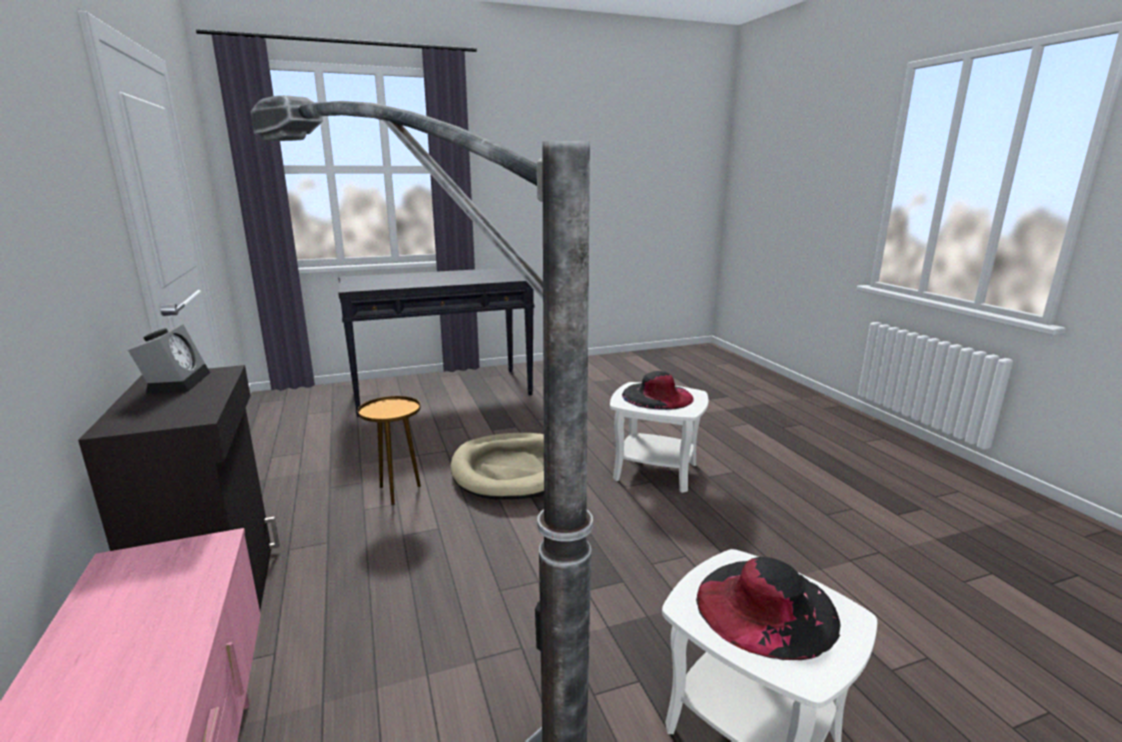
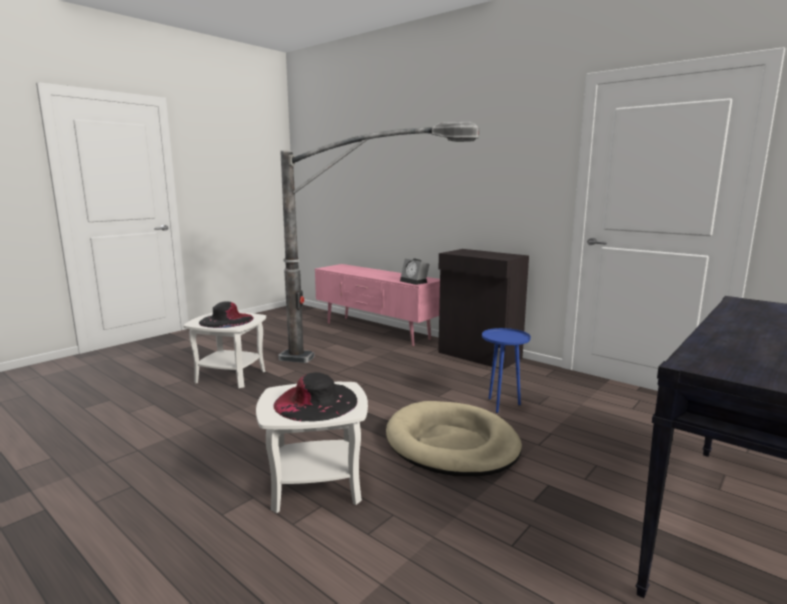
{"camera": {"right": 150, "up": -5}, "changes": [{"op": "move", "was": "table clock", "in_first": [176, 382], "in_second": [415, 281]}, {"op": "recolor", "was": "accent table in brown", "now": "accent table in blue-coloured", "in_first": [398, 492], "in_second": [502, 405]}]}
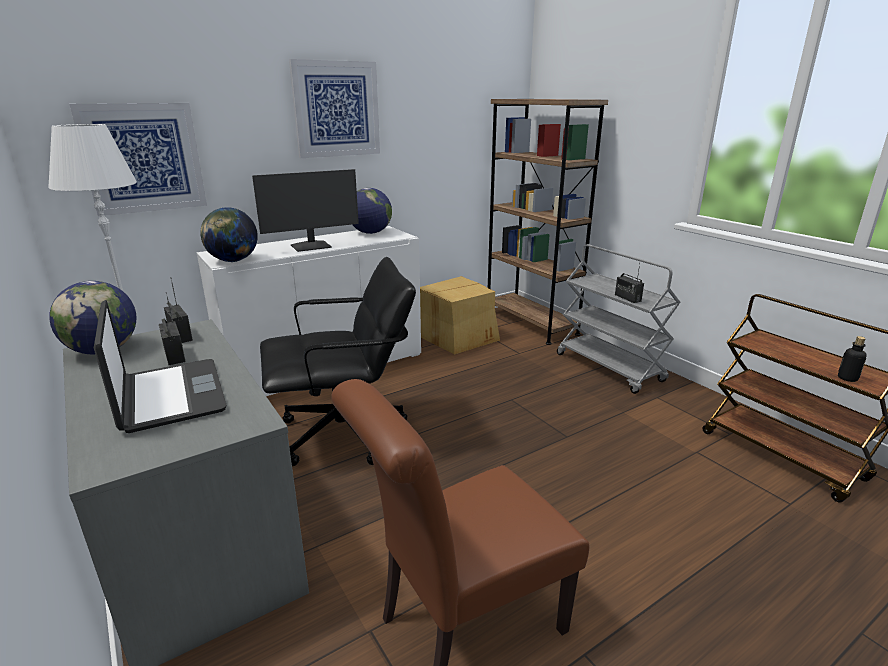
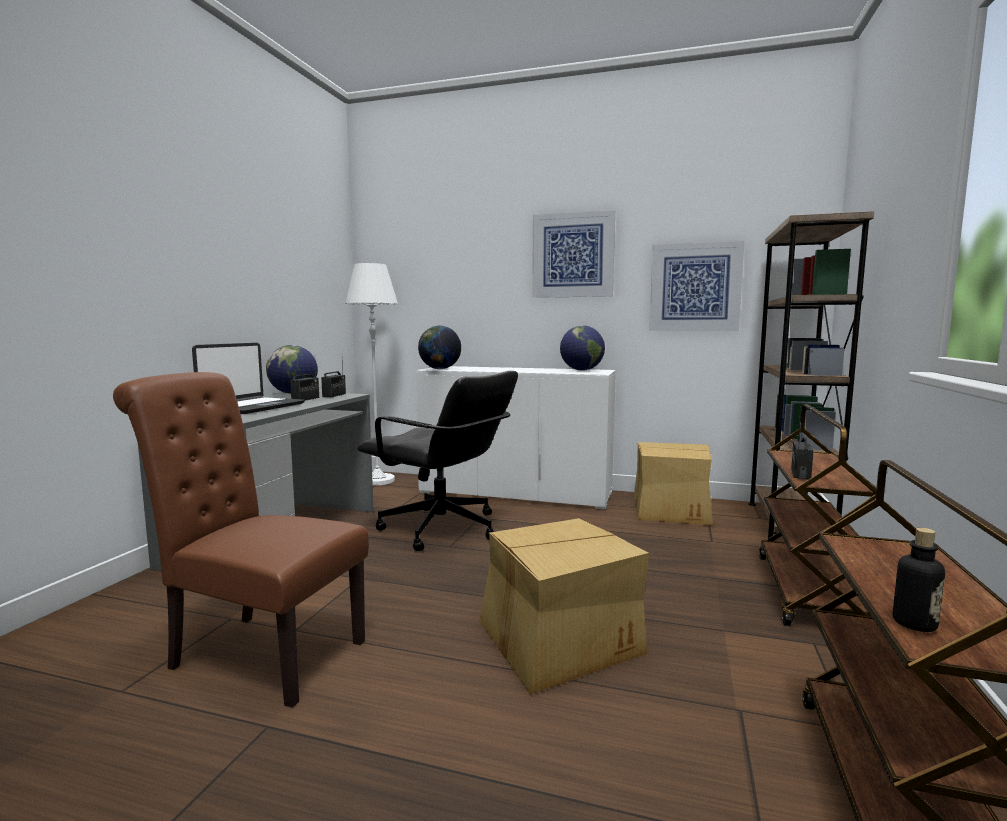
{"camera": {"right": 50, "up": -15}, "changes": [{"op": "move", "was": "wall art", "in_first": [143, 158], "in_second": [695, 287]}, {"op": "delete", "was": "computer display", "in_first": [311, 246]}, {"op": "recolor", "was": "wheeled cart in greyish", "now": "wheeled cart in brown", "in_first": [610, 368], "in_second": [807, 593]}, {"op": "insert", "now": "cardboard box", "in_second": [557, 641]}]}
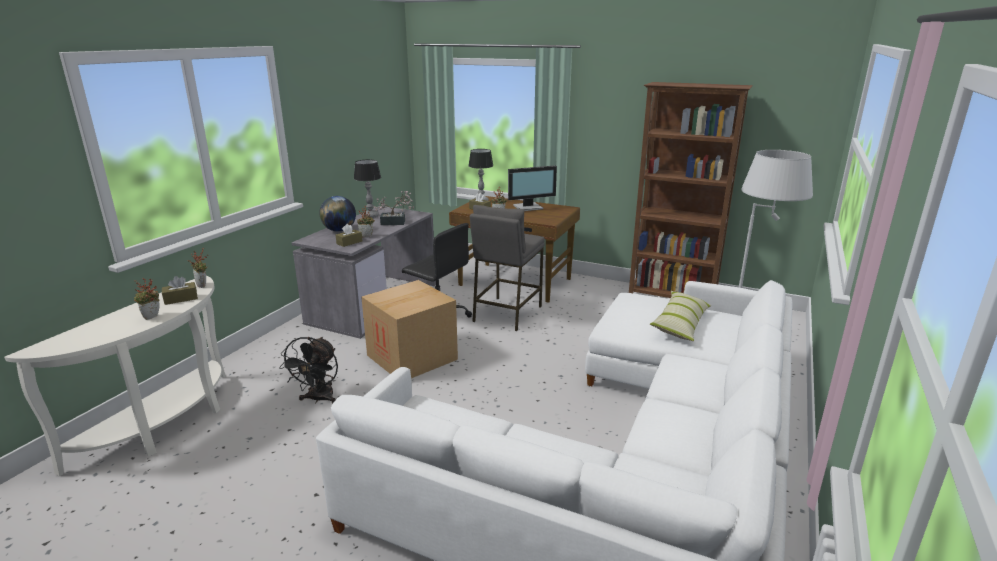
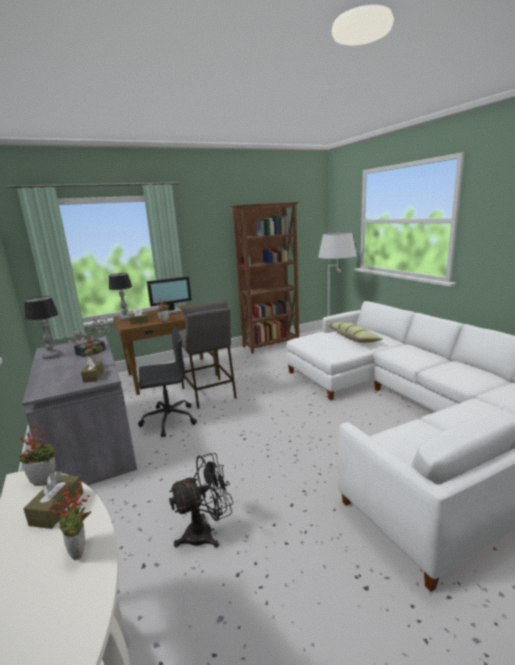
{"camera": {"right": -50, "up": -5}, "changes": [{"op": "rotate", "was": "fan in blackish", "in_first": [318, 399], "in_second": [206, 532], "clockwise": -75}, {"op": "delete", "was": "globe", "in_first": [339, 230]}, {"op": "delete", "was": "cardboard box", "in_first": [412, 357]}, {"op": "rotate", "was": "computer display", "in_first": [529, 207], "in_second": [171, 311], "clockwise": 45}]}
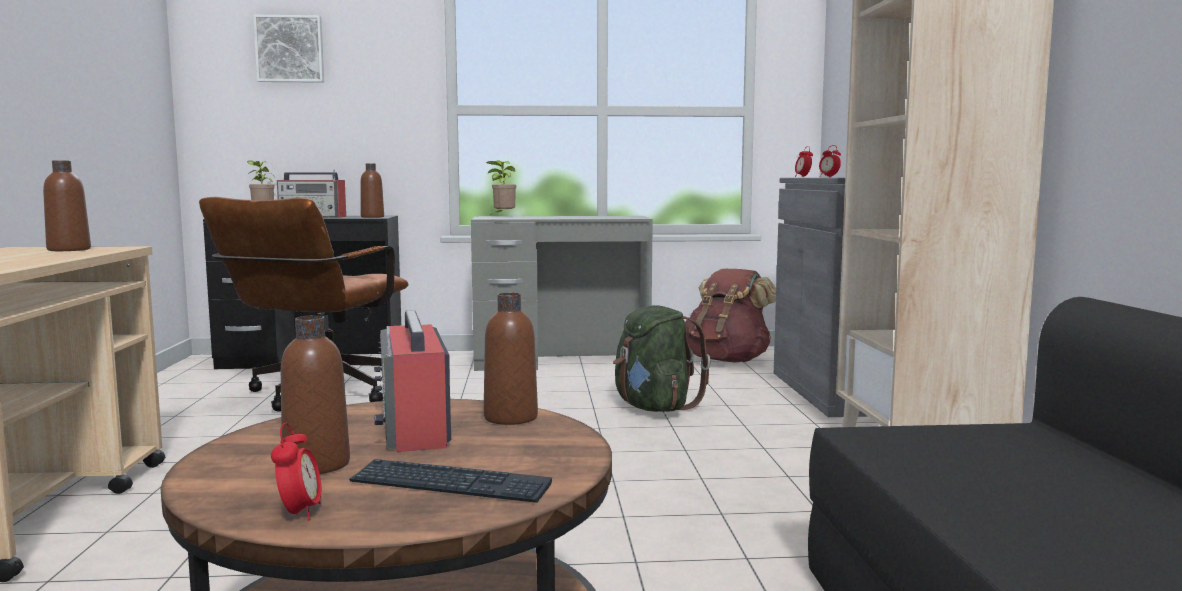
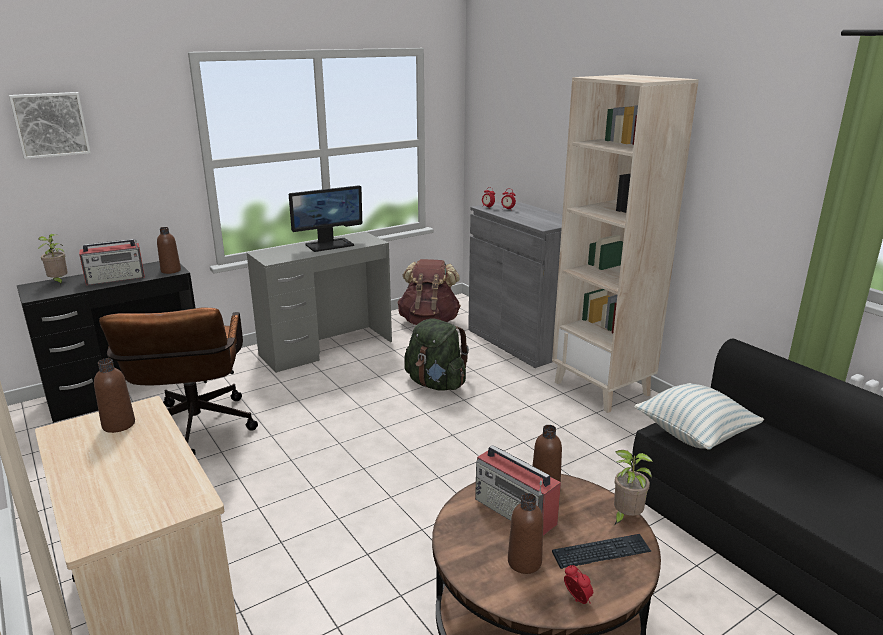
{"camera": {"right": -30, "up": 15}, "changes": [{"op": "move", "was": "houseplant", "in_first": [502, 217], "in_second": [625, 517]}, {"op": "insert", "now": "computer display", "in_second": [329, 245]}, {"op": "insert", "now": "pillow", "in_second": [694, 435]}]}
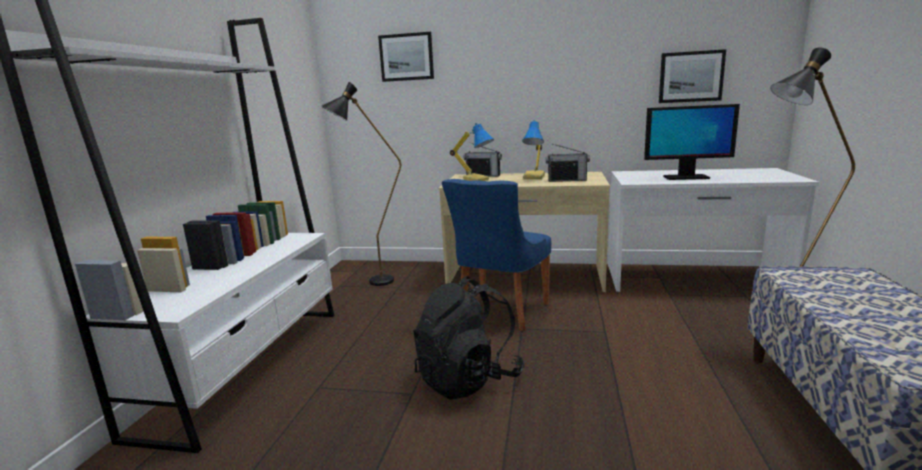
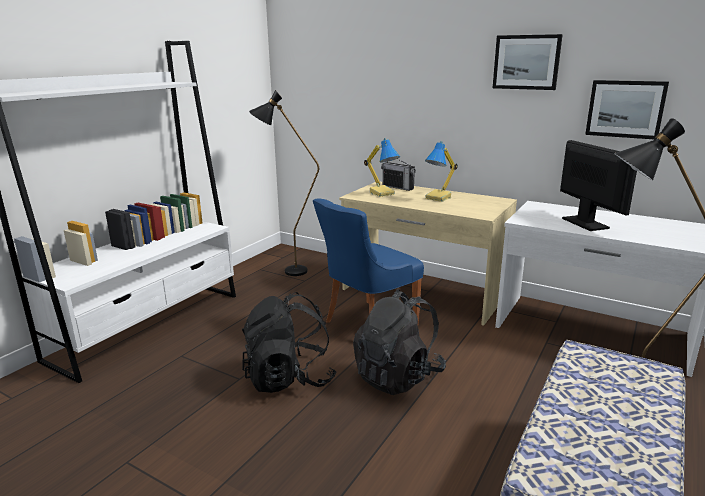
{"camera": {"right": 20, "up": 5}, "changes": [{"op": "move", "was": "wall art", "in_first": [406, 57], "in_second": [526, 62]}, {"op": "delete", "was": "radio set", "in_first": [567, 180]}, {"op": "rotate", "was": "computer display", "in_first": [685, 177], "in_second": [585, 223], "clockwise": -135}, {"op": "insert", "now": "knapsack in blackish", "in_second": [398, 376]}]}
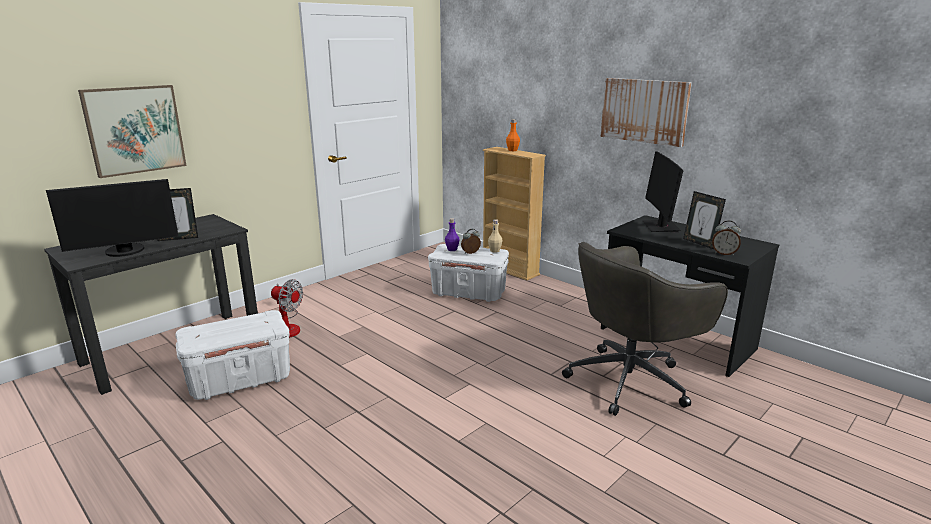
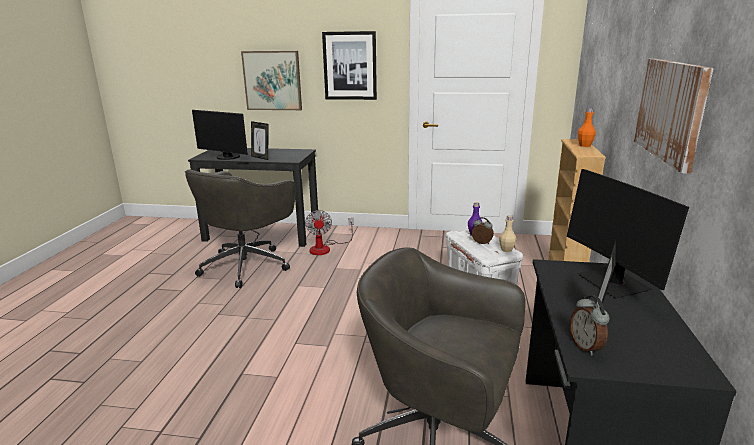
{"camera": {"right": 55, "up": 0}, "changes": [{"op": "replace", "was": "storage box in whitish", "now": "office chair in greyish", "in_first": [239, 381], "in_second": [247, 265]}, {"op": "rotate", "was": "computer display", "in_first": [660, 227], "in_second": [613, 283], "clockwise": -75}, {"op": "insert", "now": "wall art", "in_second": [350, 66]}]}
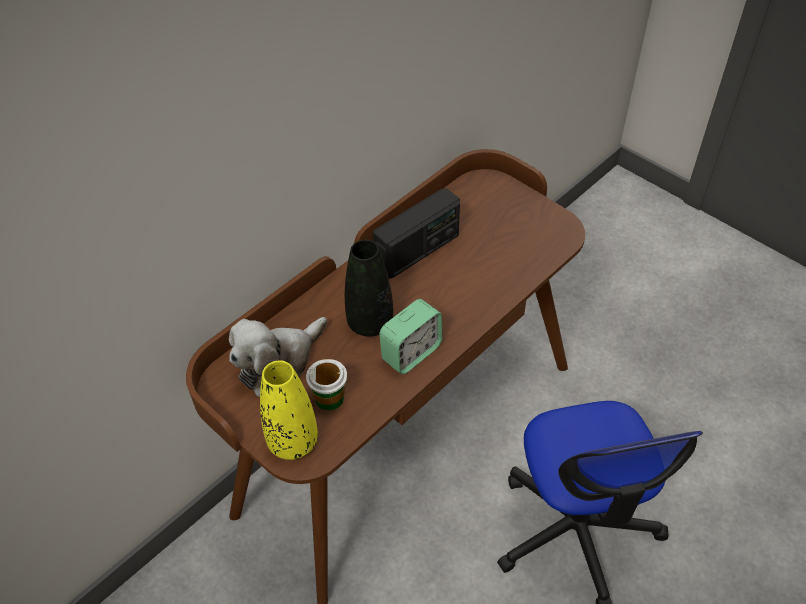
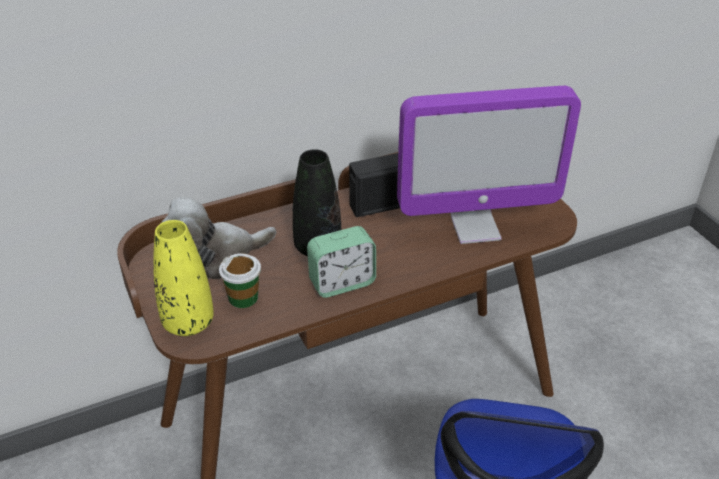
{"camera": {"right": 20, "up": -10}, "changes": [{"op": "insert", "now": "computer display", "in_second": [475, 227]}]}
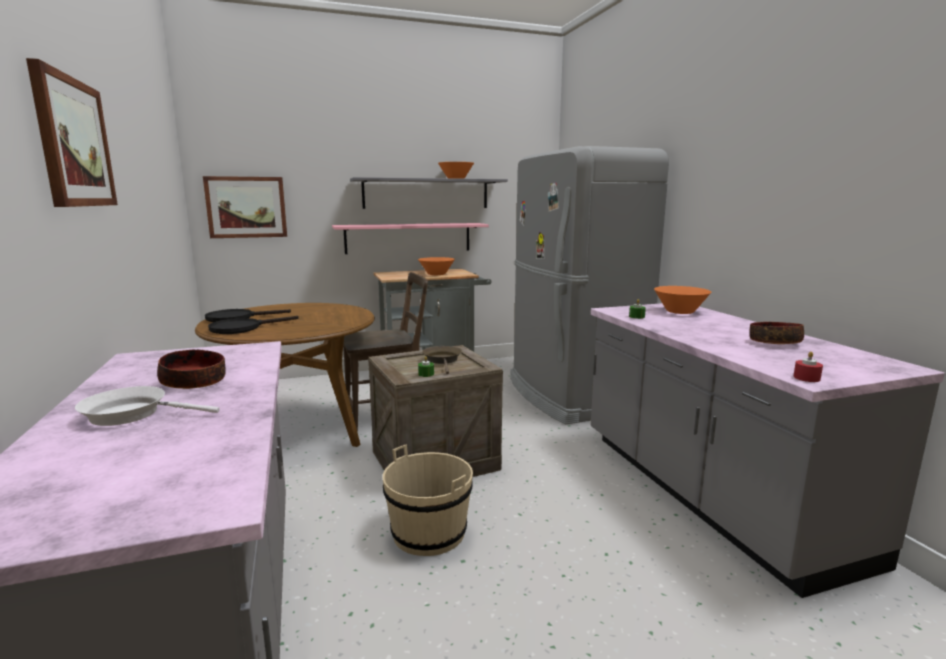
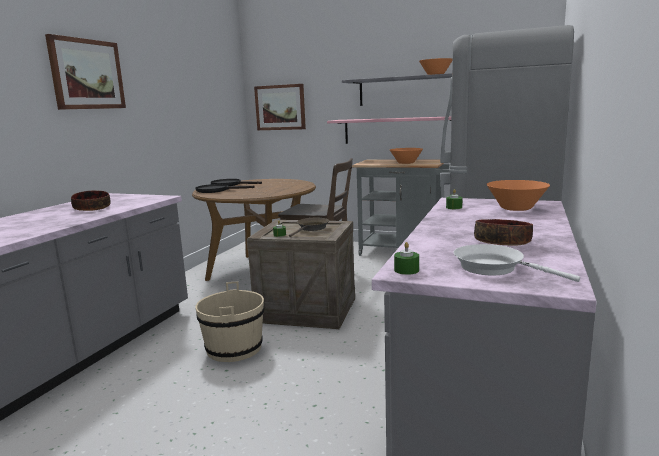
{"camera": {"right": 40, "up": 0}, "changes": [{"op": "move", "was": "skillet in whitish", "in_first": [132, 414], "in_second": [494, 268]}, {"op": "recolor", "was": "wax light in red", "now": "wax light in greenish", "in_first": [806, 378], "in_second": [406, 270]}]}
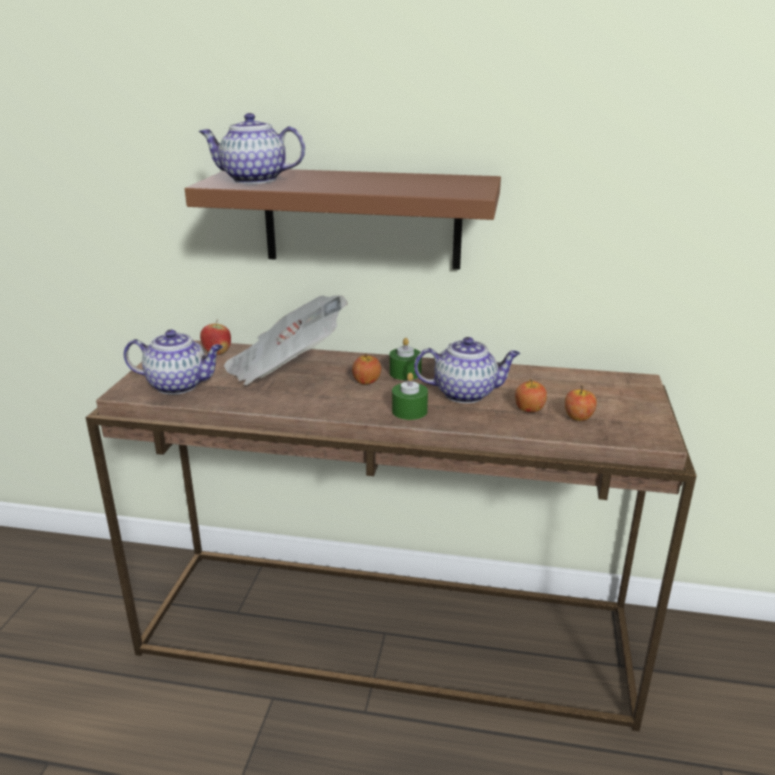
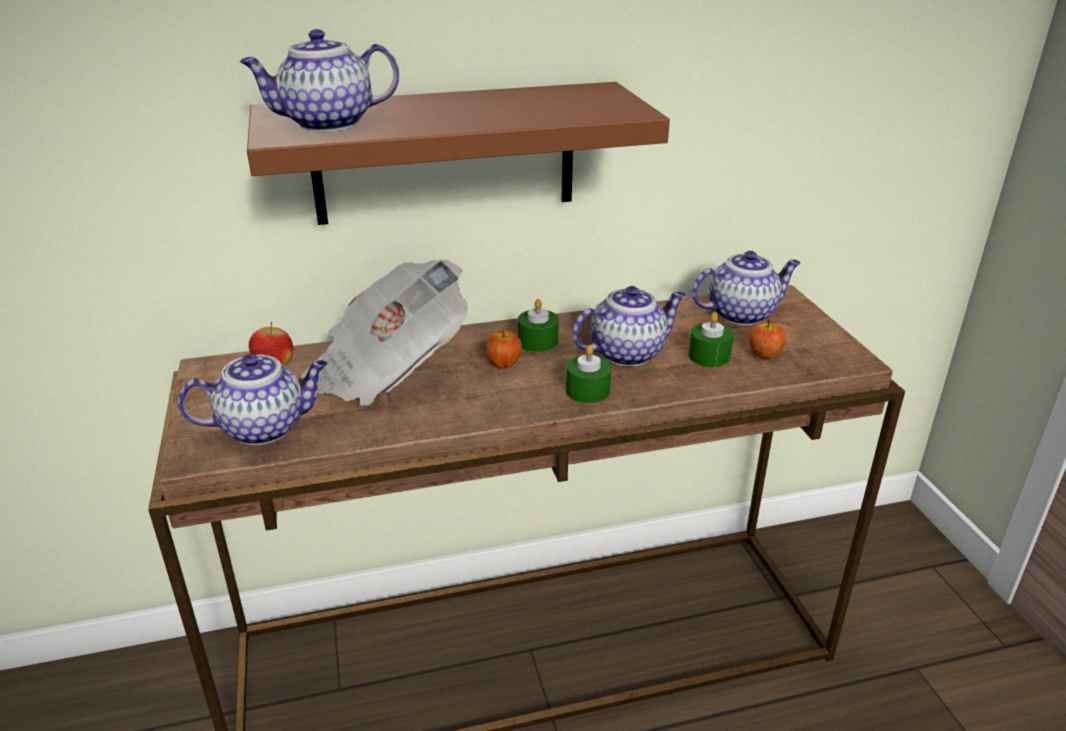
{"camera": {"right": -25, "up": 5}, "changes": [{"op": "replace", "was": "apple fruit", "now": "wax light in greenish", "in_first": [529, 409], "in_second": [709, 356]}, {"op": "insert", "now": "teapot", "in_second": [742, 314]}]}
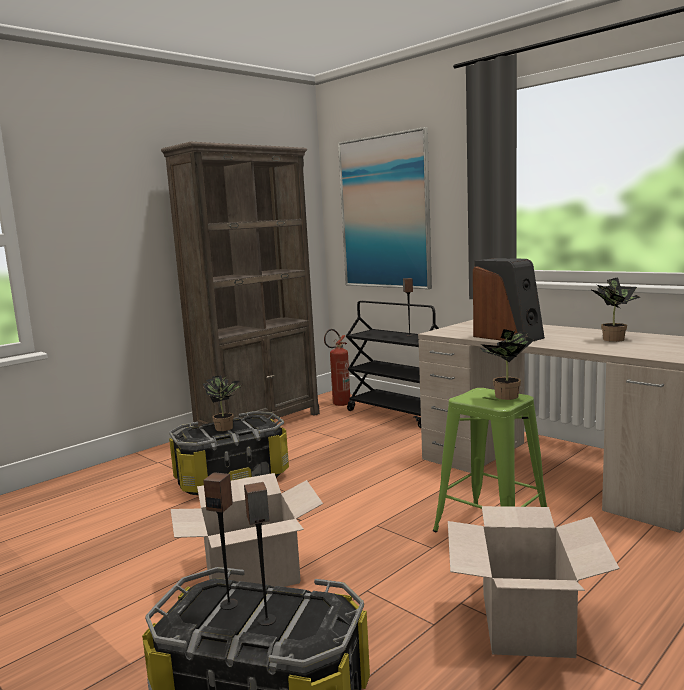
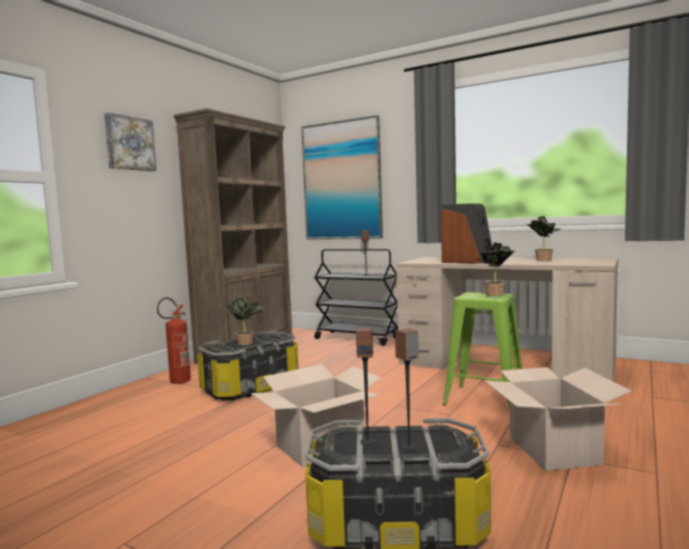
{"camera": {"right": -15, "up": -5}, "changes": [{"op": "move", "was": "fire-fighting cylinder", "in_first": [339, 404], "in_second": [176, 382]}, {"op": "insert", "now": "wall art", "in_second": [129, 143]}]}
